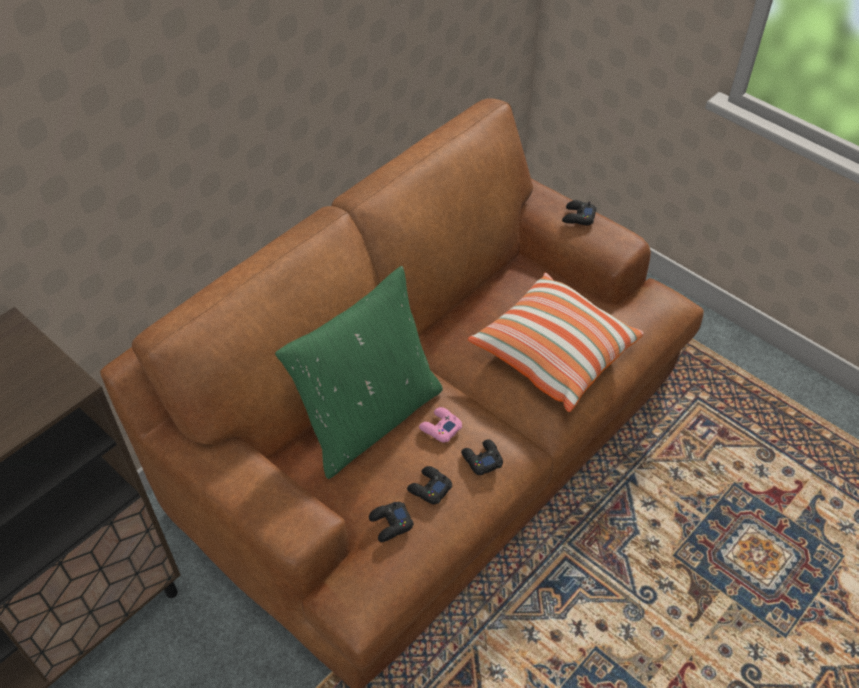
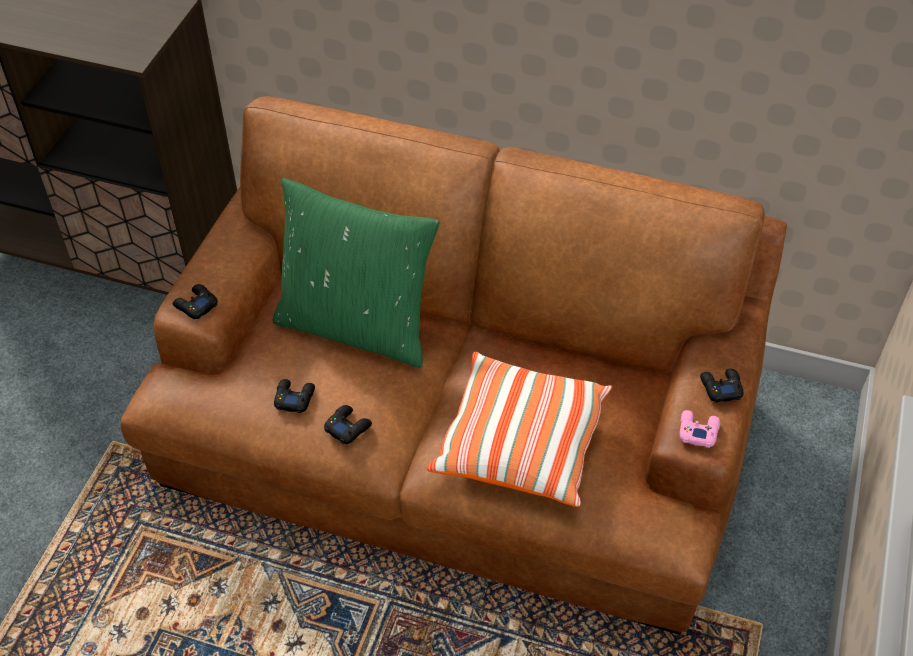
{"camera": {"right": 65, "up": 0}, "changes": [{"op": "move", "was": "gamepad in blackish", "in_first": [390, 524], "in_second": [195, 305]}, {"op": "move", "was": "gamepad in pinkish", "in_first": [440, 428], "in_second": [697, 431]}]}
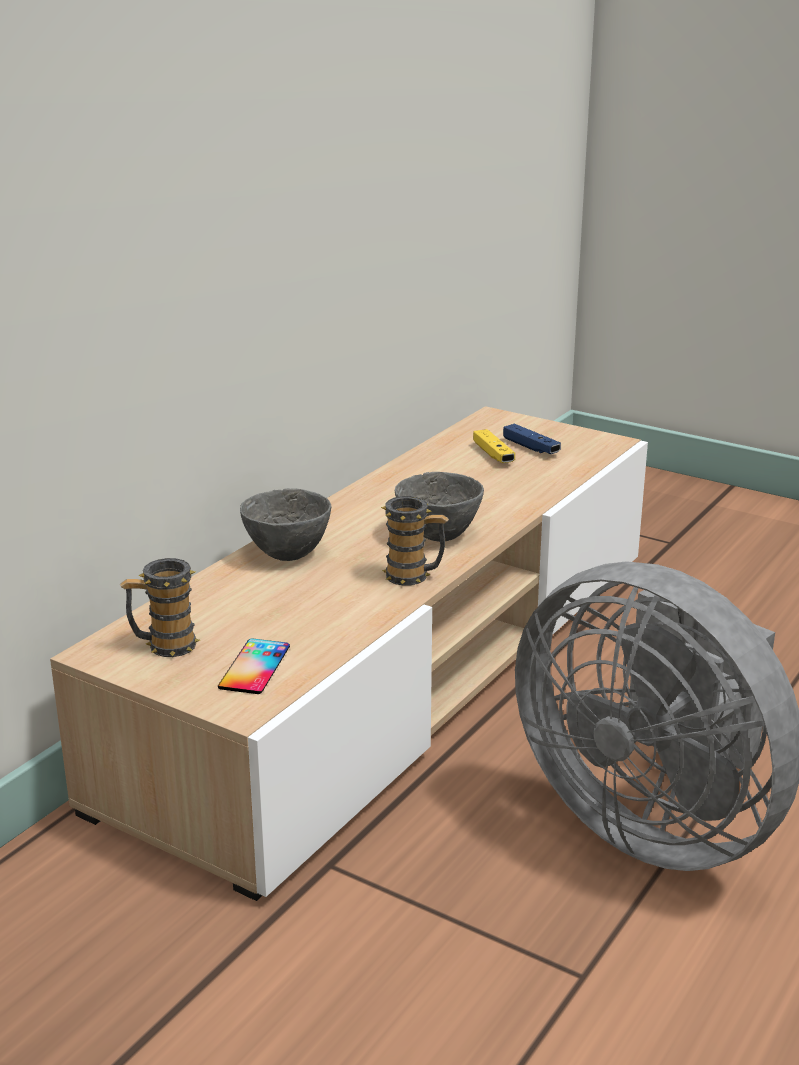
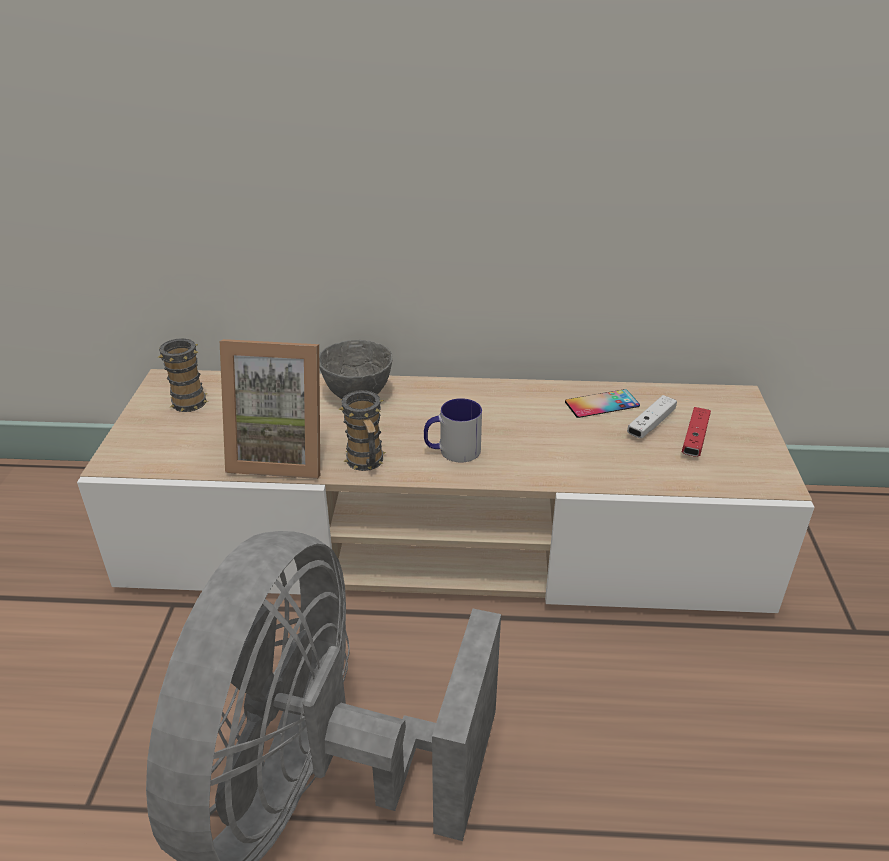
{"camera": {"right": 60, "up": 10}, "changes": [{"op": "move", "was": "telephone", "in_first": [254, 667], "in_second": [602, 404]}, {"op": "replace", "was": "serving bowl in greyish", "now": "mug", "in_first": [439, 536], "in_second": [452, 451]}, {"op": "recolor", "was": "gamepad in yellowish", "now": "gamepad in whitish", "in_first": [493, 454], "in_second": [651, 424]}, {"op": "recolor", "was": "gamepad in blue-coloured", "now": "gamepad in red", "in_first": [531, 447], "in_second": [694, 439]}, {"op": "insert", "now": "standing frame", "in_second": [281, 454]}]}
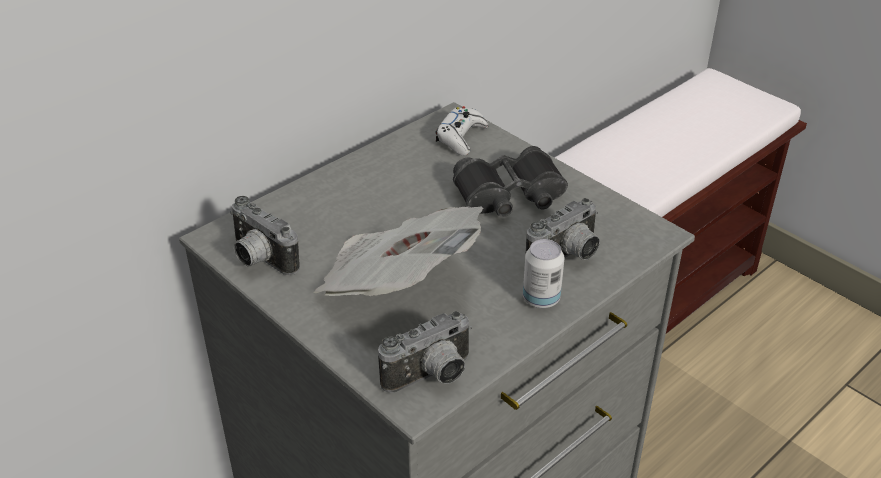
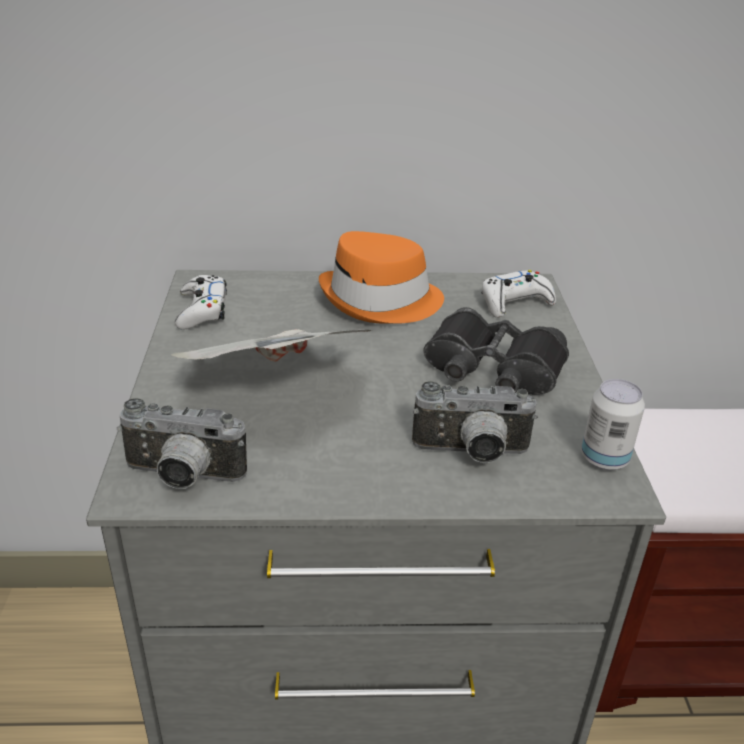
{"camera": {"right": 40, "up": -5}, "changes": [{"op": "replace", "was": "still camera", "now": "gamepad in whitish", "in_first": [259, 259], "in_second": [202, 310]}, {"op": "move", "was": "can", "in_first": [541, 299], "in_second": [604, 459]}, {"op": "insert", "now": "hat in orangey", "in_second": [381, 300]}]}
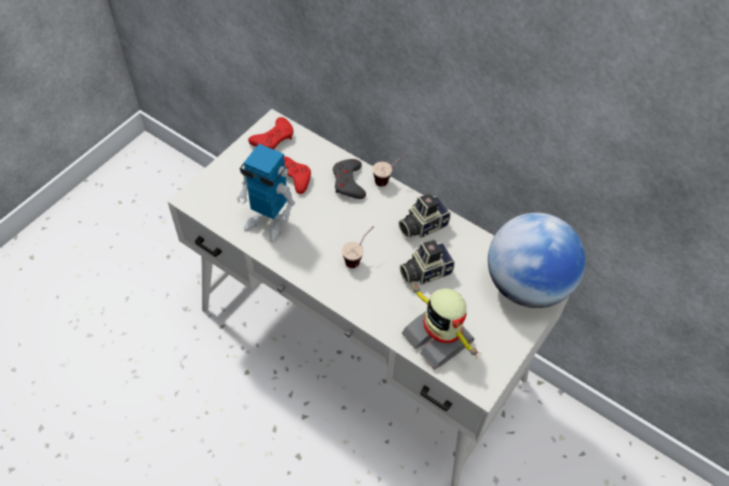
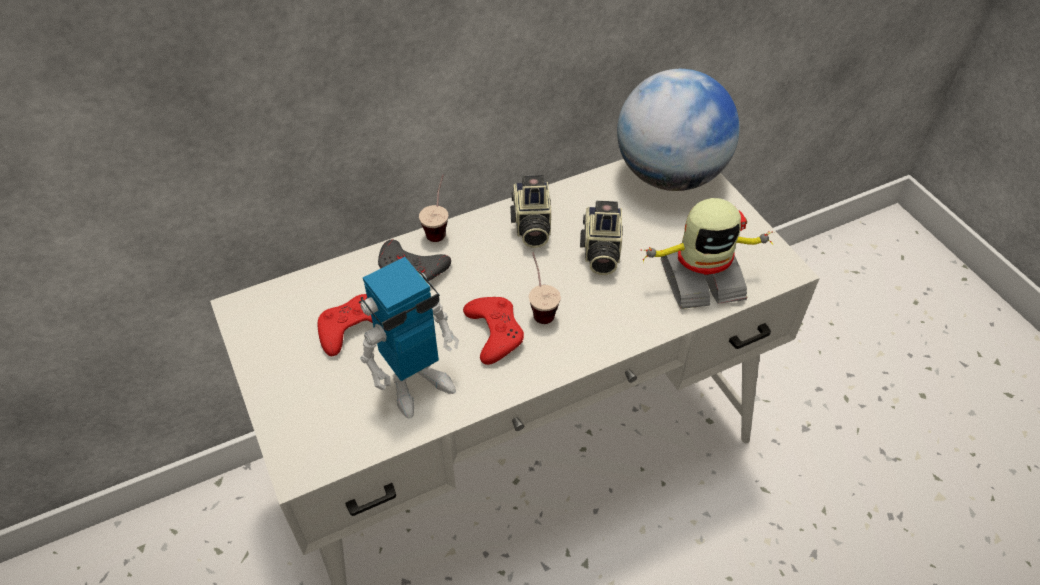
{"camera": {"right": -60, "up": -5}, "changes": [{"op": "move", "was": "gamepad in red", "in_first": [273, 138], "in_second": [494, 332]}]}
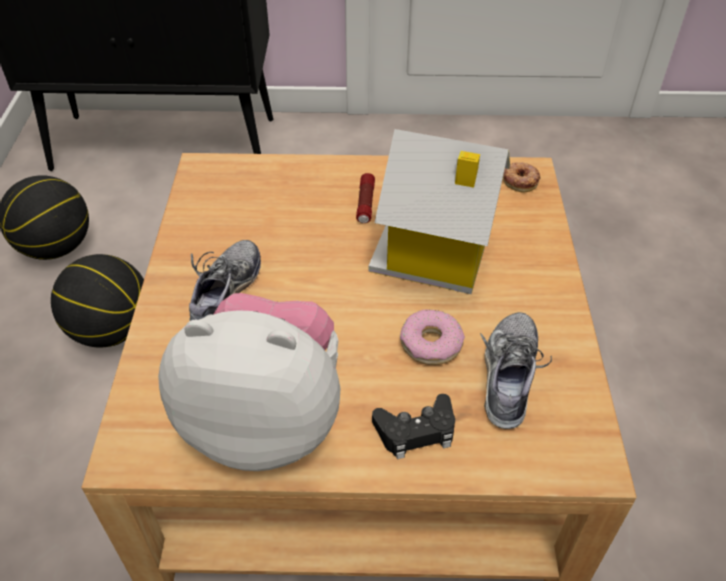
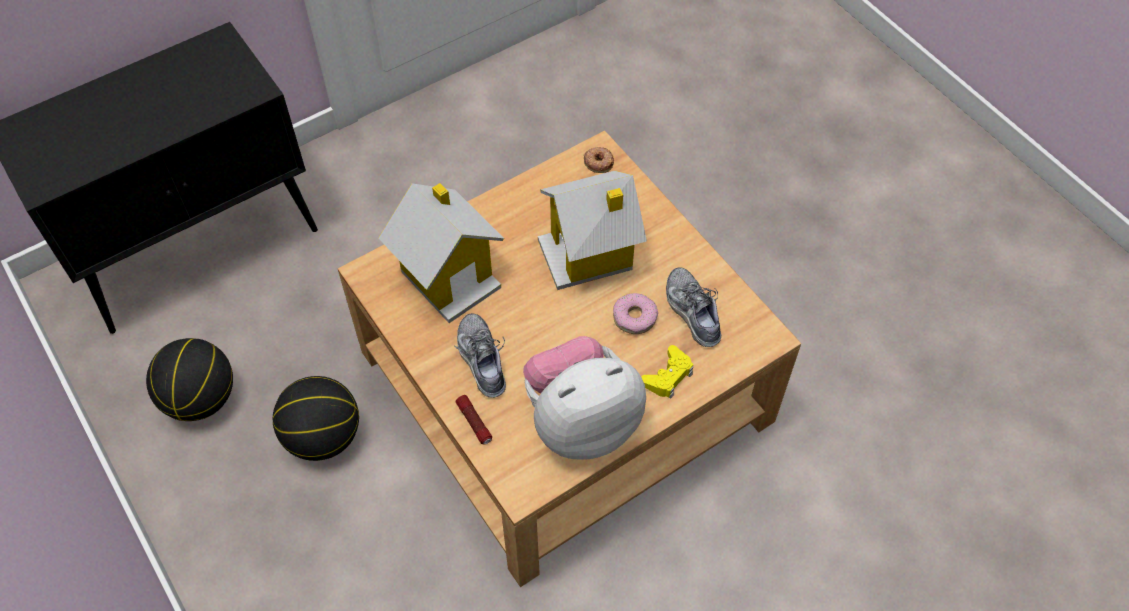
{"camera": {"right": -35, "up": 10}, "changes": [{"op": "move", "was": "flashlight", "in_first": [365, 204], "in_second": [474, 423]}, {"op": "recolor", "was": "gamepad in blackish", "now": "gamepad in yellowish", "in_first": [416, 431], "in_second": [668, 376]}, {"op": "insert", "now": "model house", "in_second": [449, 276]}]}
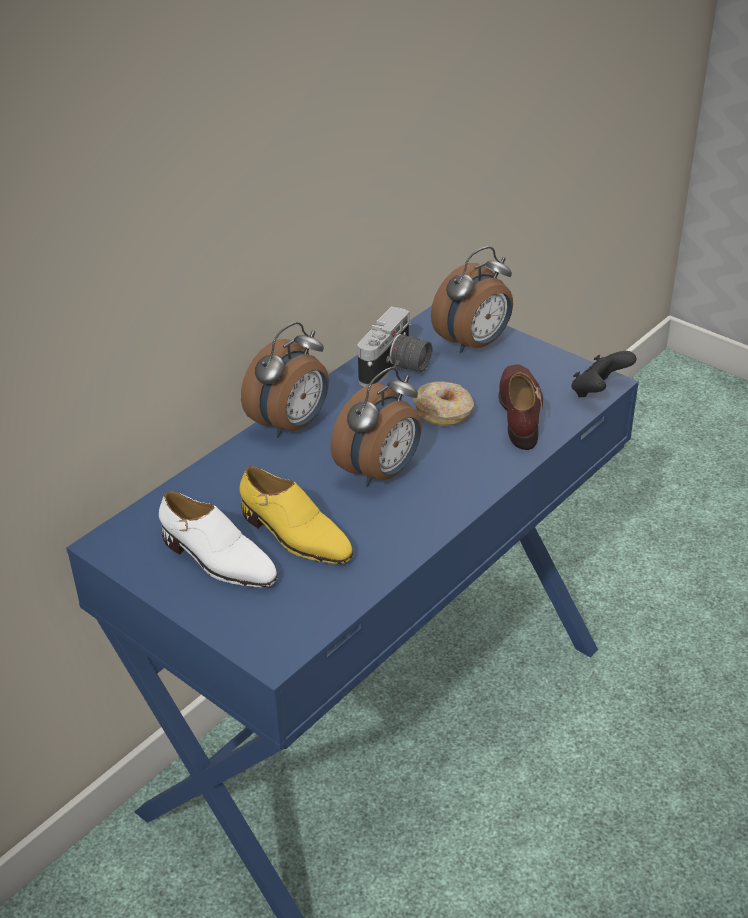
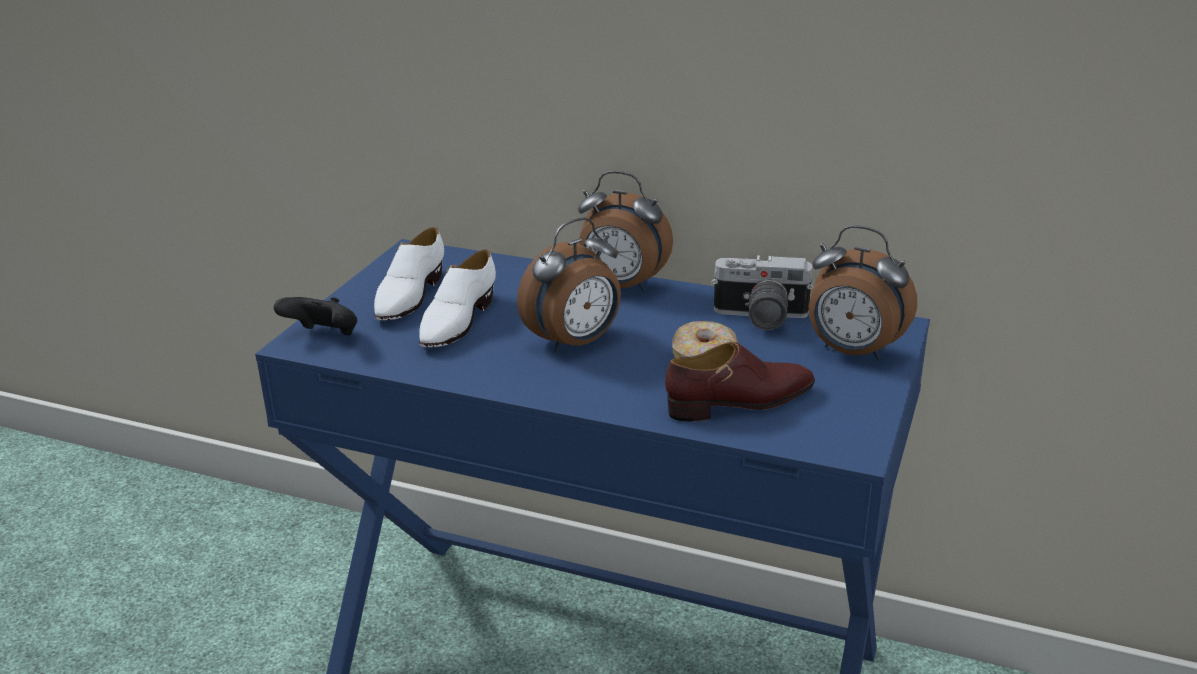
{"camera": {"right": 70, "up": -10}, "changes": [{"op": "recolor", "was": "shoe in yellowish", "now": "shoe in whitish", "in_first": [295, 536], "in_second": [457, 321]}, {"op": "rotate", "was": "table clock", "in_first": [381, 473], "in_second": [575, 343], "clockwise": -60}, {"op": "move", "was": "gamepad in blackish", "in_first": [598, 392], "in_second": [323, 337]}]}
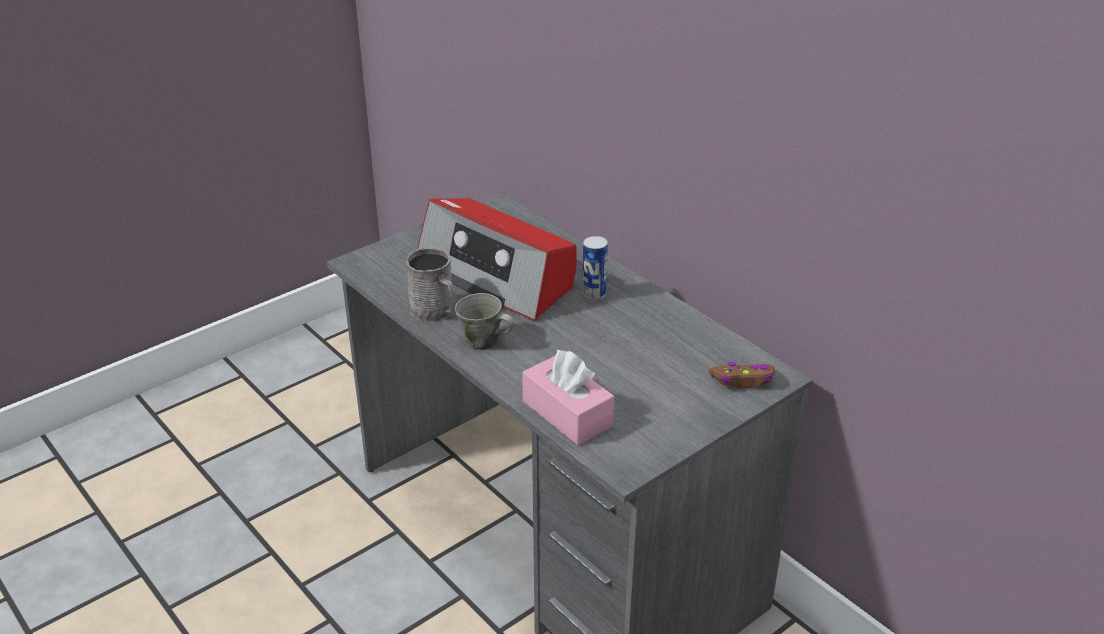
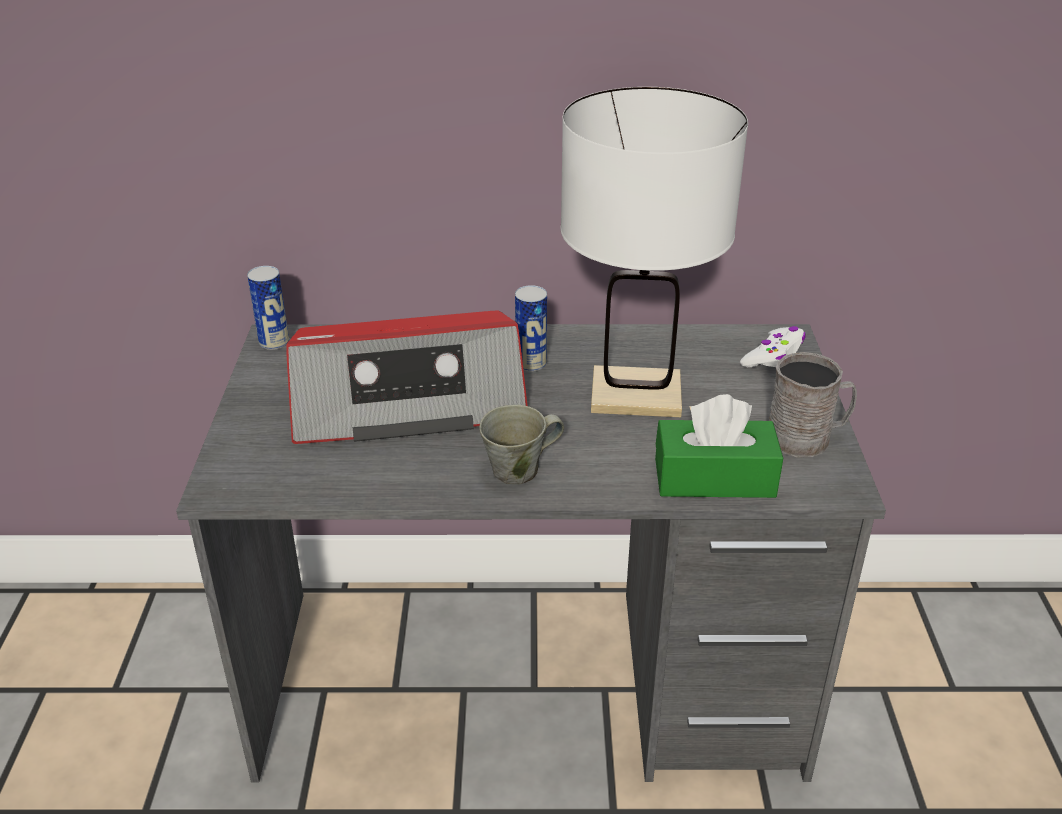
{"camera": {"right": -50, "up": 0}, "changes": [{"op": "move", "was": "mug in greyish", "in_first": [436, 311], "in_second": [807, 438]}, {"op": "recolor", "was": "tissue holder in pinkish", "now": "tissue holder in greenish", "in_first": [567, 413], "in_second": [714, 478]}, {"op": "recolor", "was": "gamepad in brown", "now": "gamepad in whitish", "in_first": [743, 380], "in_second": [773, 356]}, {"op": "insert", "now": "can", "in_second": [274, 342]}, {"op": "insert", "now": "tabletop lamp in whitish", "in_second": [636, 394]}]}
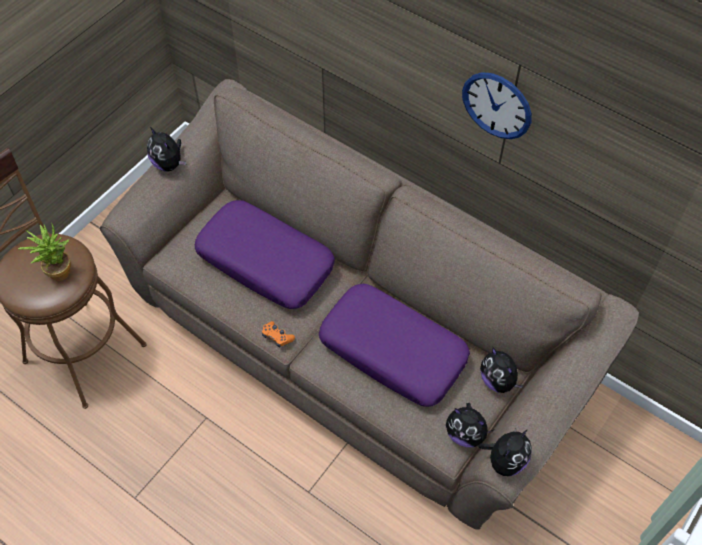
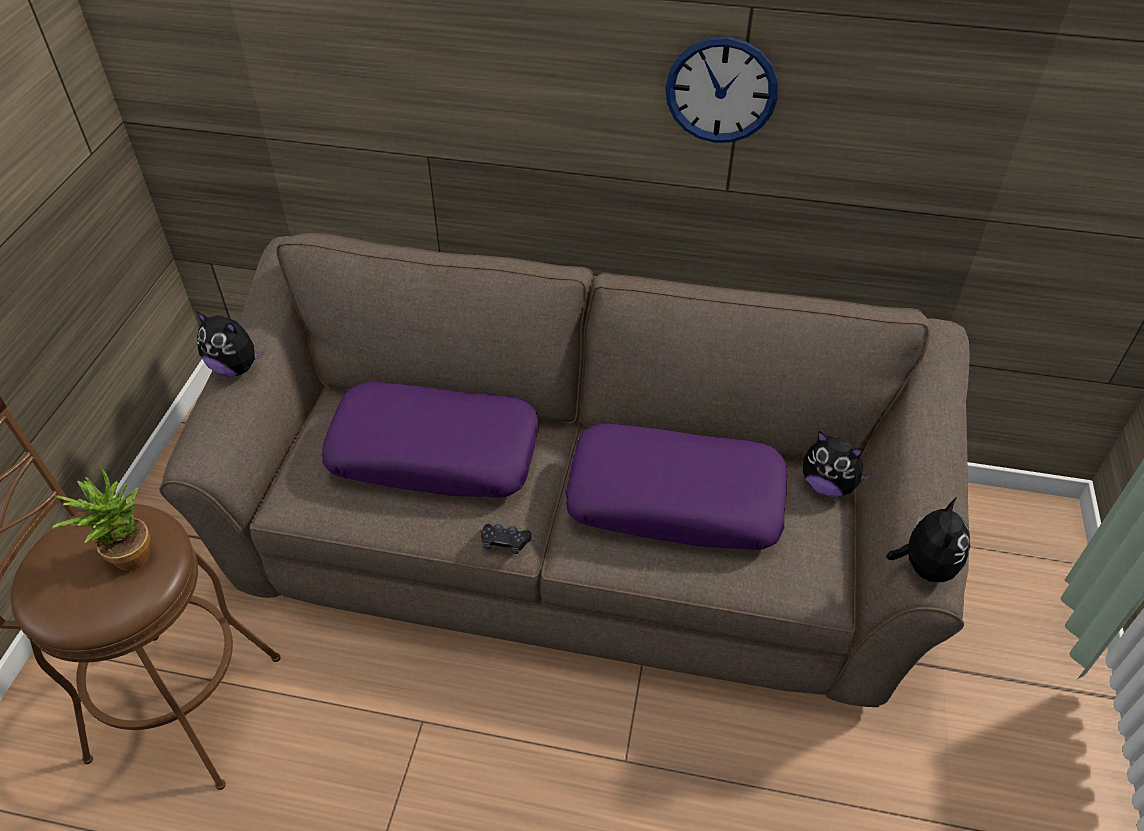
{"camera": {"right": -25, "up": -10}, "changes": [{"op": "recolor", "was": "gamepad in orangey", "now": "gamepad in blackish", "in_first": [277, 337], "in_second": [505, 542]}, {"op": "delete", "was": "cuddly toy", "in_first": [465, 434]}]}
